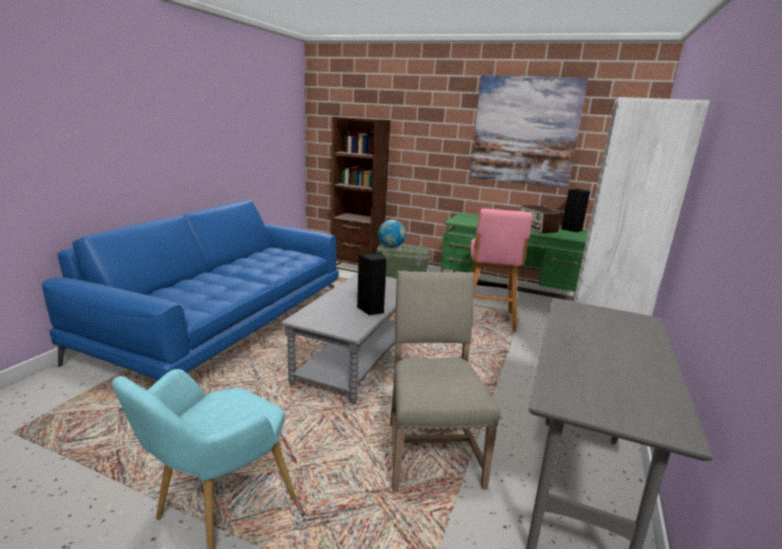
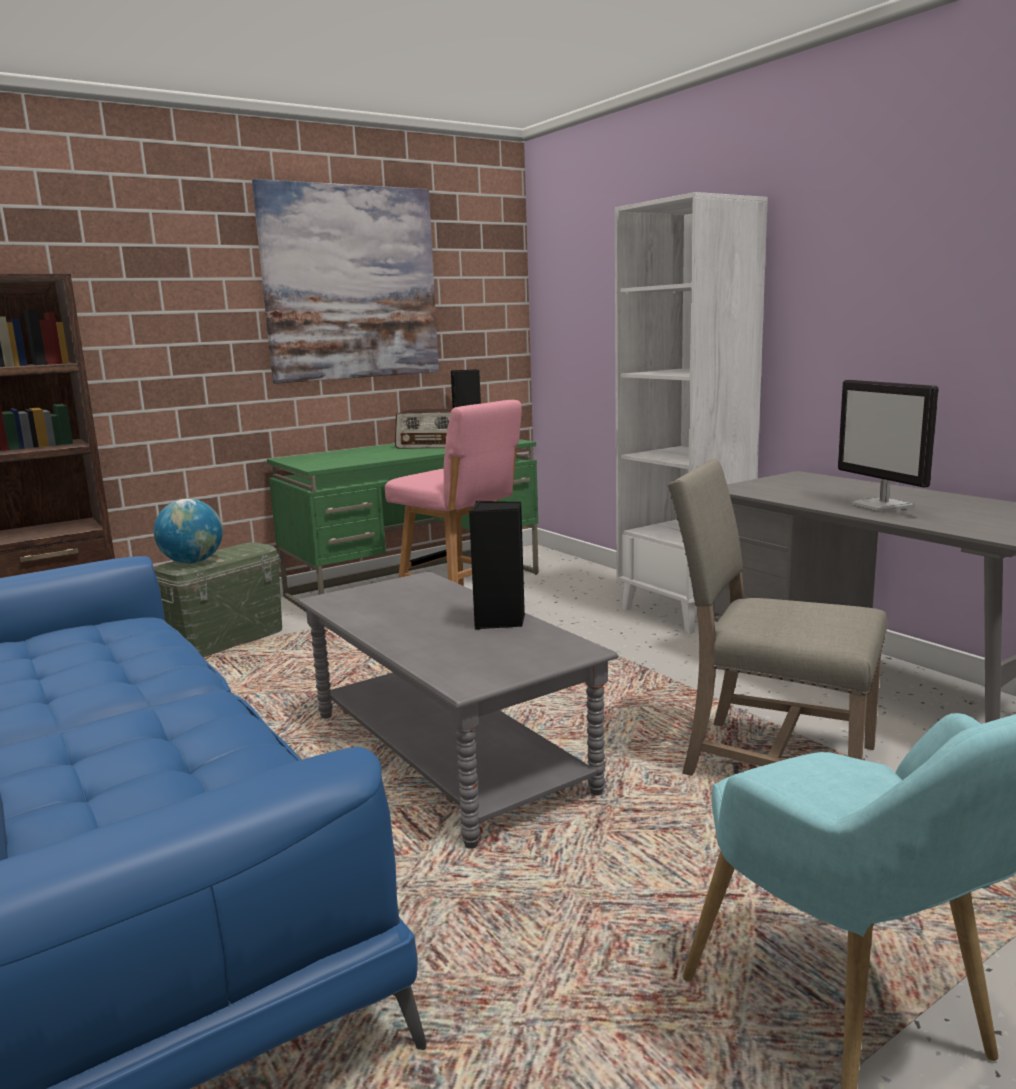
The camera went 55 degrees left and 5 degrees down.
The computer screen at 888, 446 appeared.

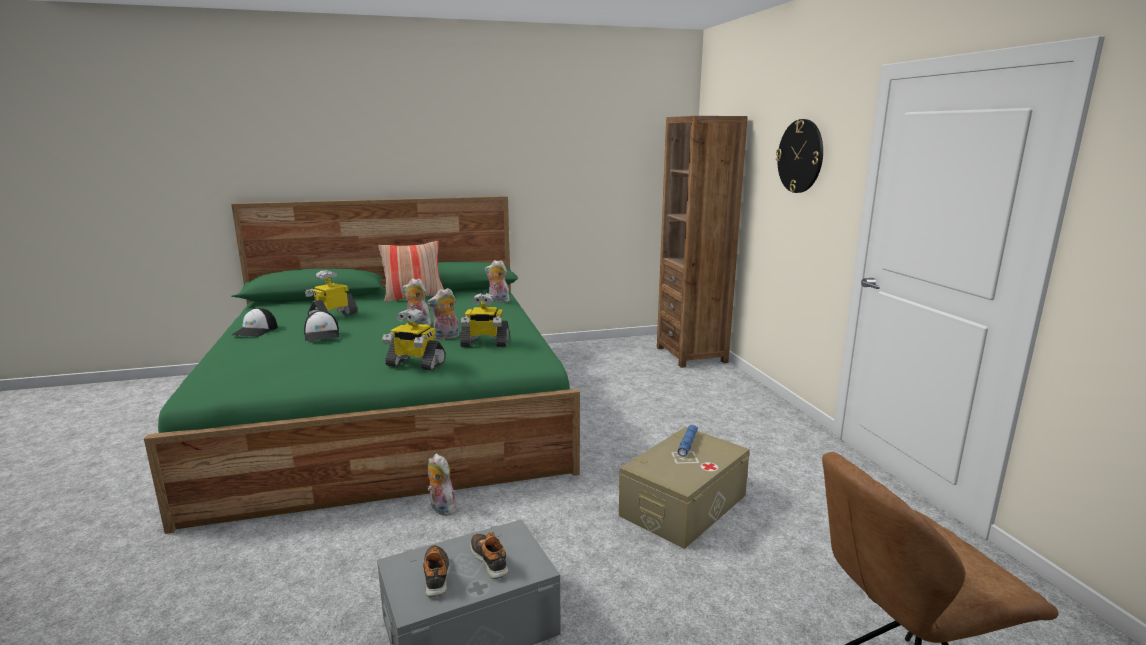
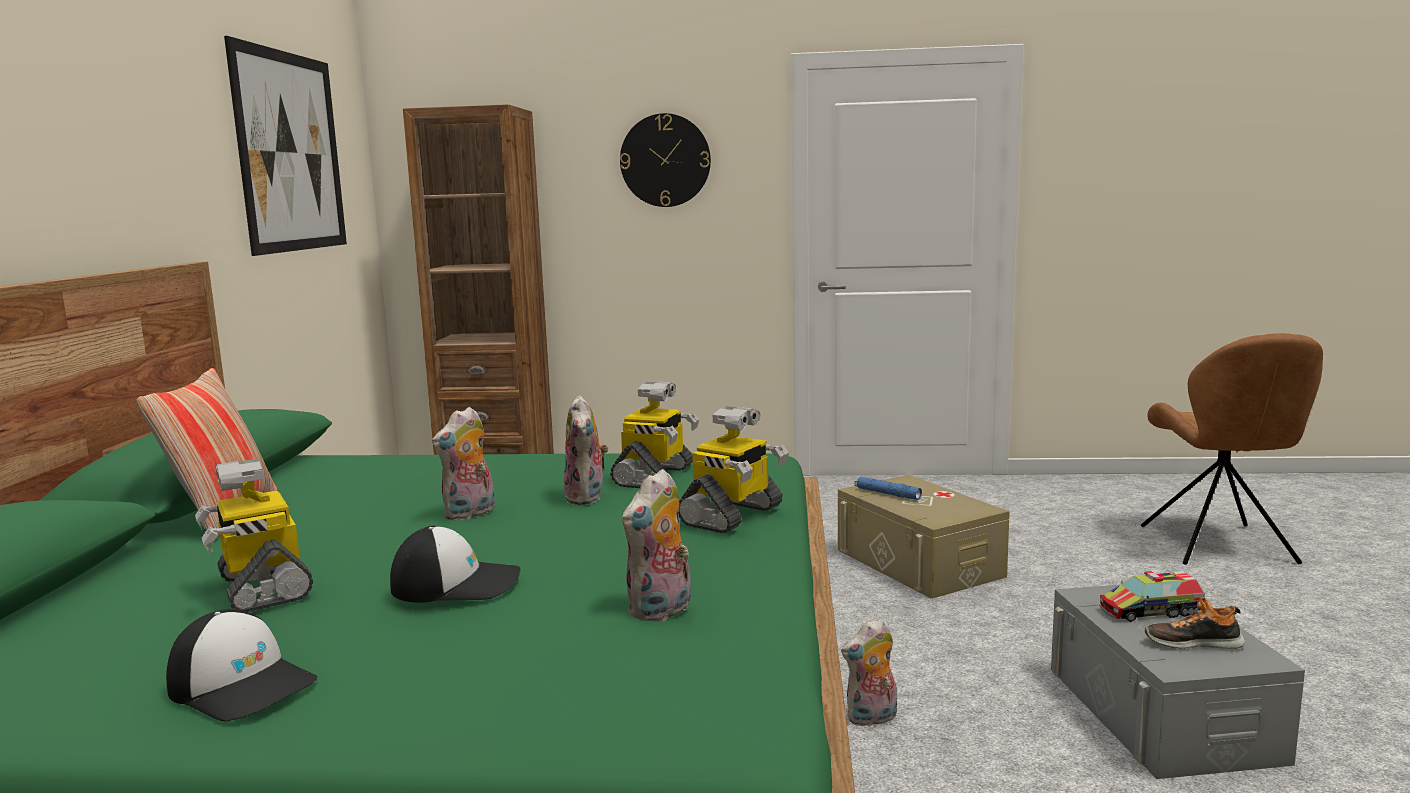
The camera went 70 degrees left and 5 degrees down.
The low shoe at 489, 555 was replaced by the toy lorry at 1152, 596.
The cuddly toy moved from 497, 281 to 656, 545.
The wall art at 285, 146 appeared.

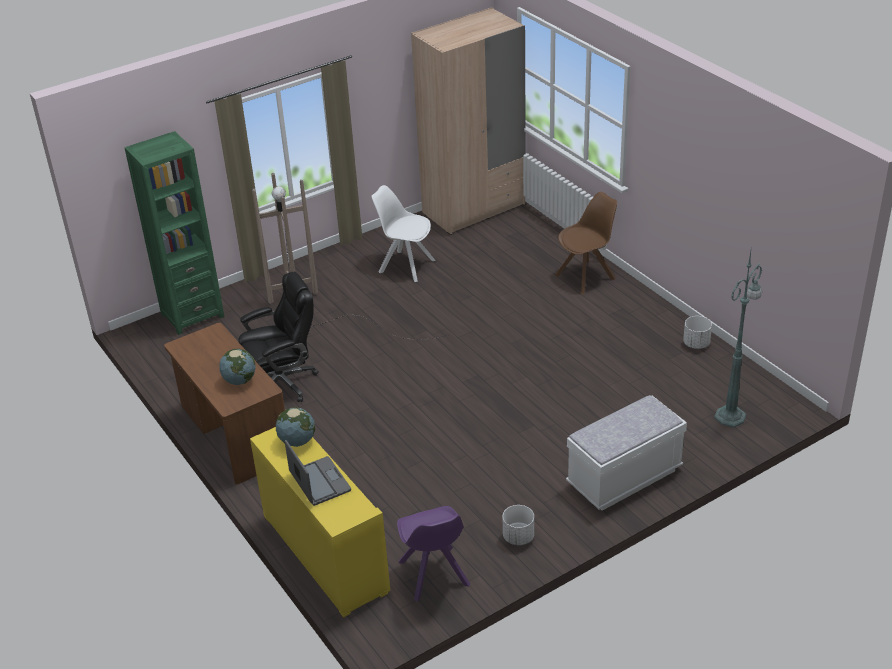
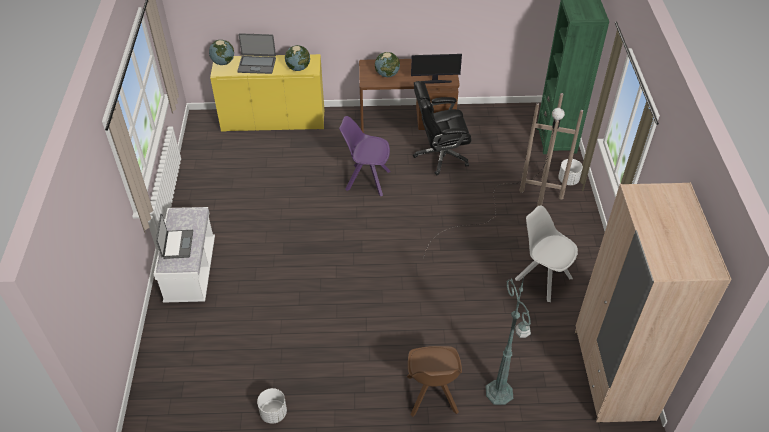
The camera went 120 degrees right and 10 degrees up.
The desk chair/black at 279, 337 turned 75 degrees clockwise.
The upright chair/white at 403, 233 turned 105 degrees counterclockwise.
The upright chair/purple-coloured moved from 433, 554 to 365, 156.
The flower pot/white moved from 518, 525 to 570, 172.
The standing lamp/green moved from 738, 339 to 508, 341.
The notebook computer at 174, 236 appeared.
The world globe at 221, 52 appeared.
The computer screen at 436, 68 appeared.

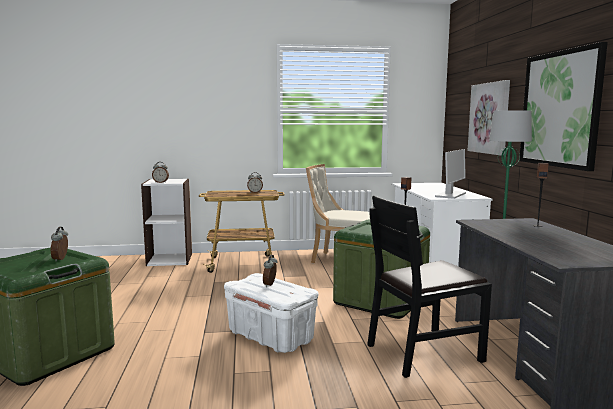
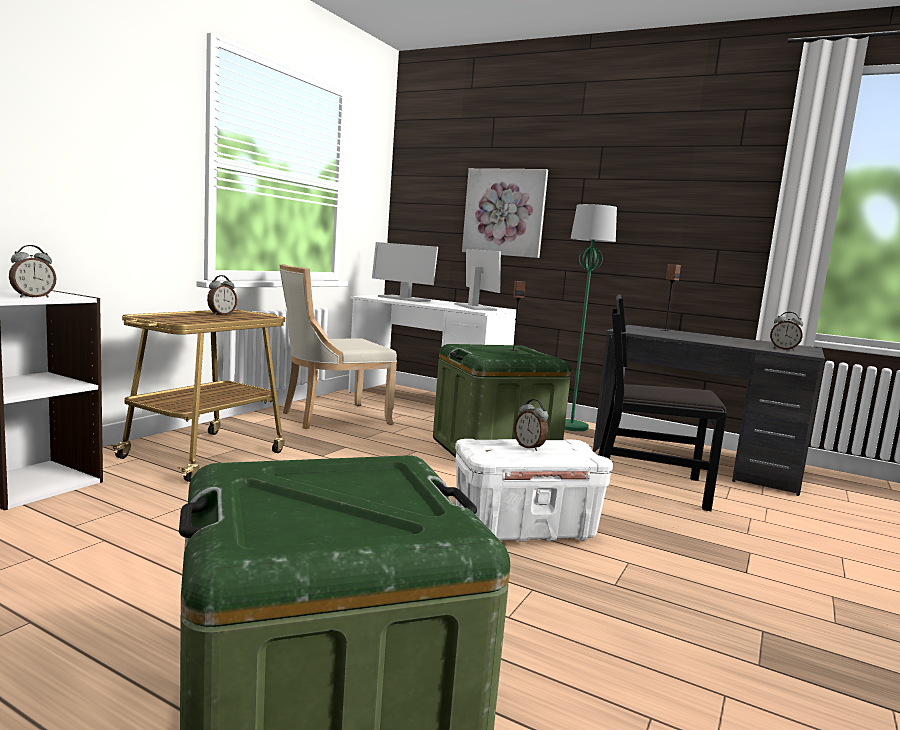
The camera went 55 degrees left and 0 degrees up.
The table clock moved from 59, 244 to 786, 331.
The upright chair/black at 429, 287 turned 90 degrees clockwise.
The wall art at 563, 106 disappeared.
The computer screen at 405, 272 appeared.

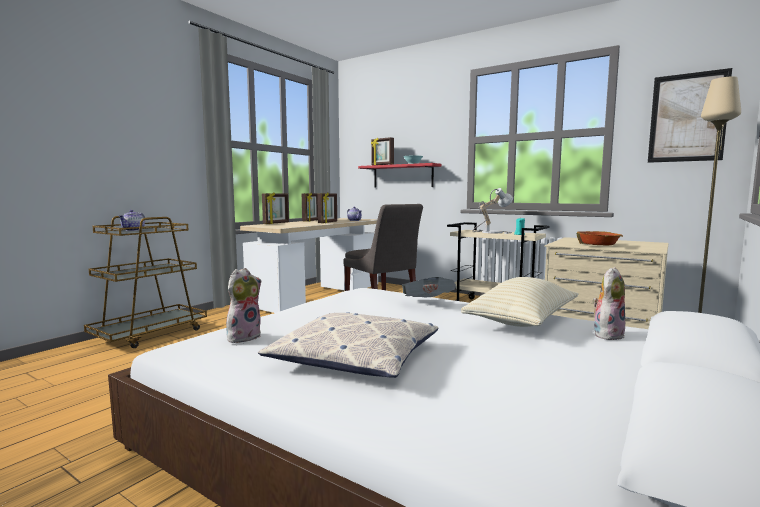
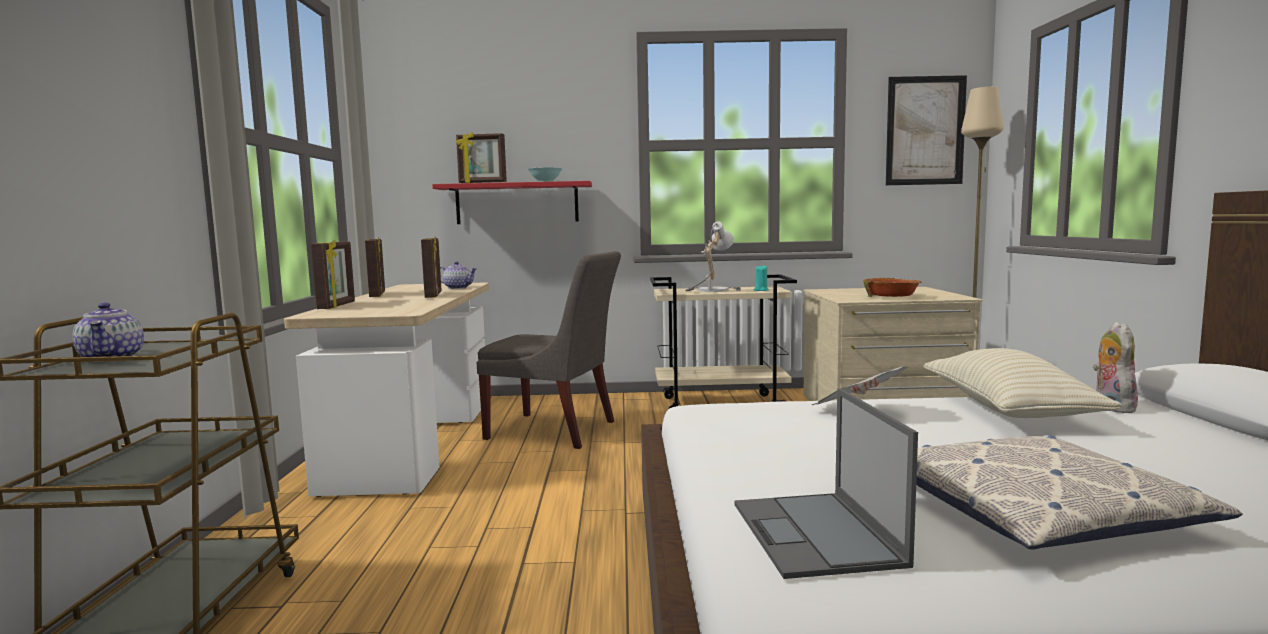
The camera went 35 degrees left and 0 degrees up.
The cuddly toy at 243, 305 was replaced by the notebook computer at 826, 483.

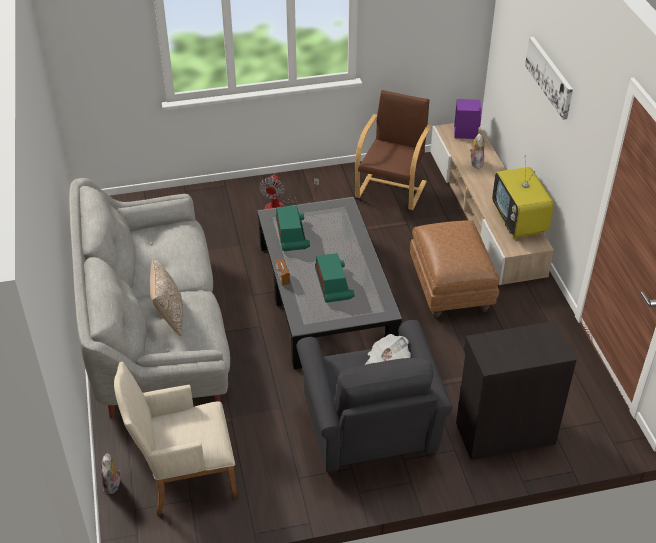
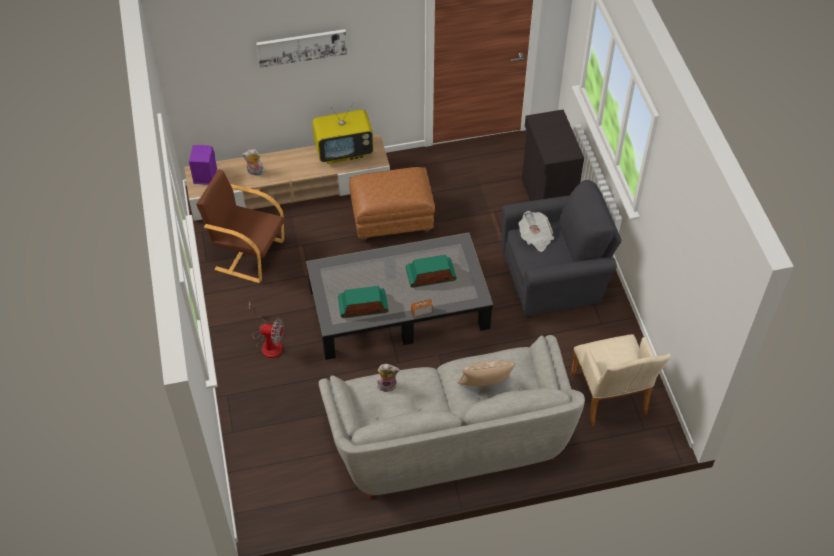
The camera went 90 degrees left and 10 degrees up.
The cuddly toy moved from 111, 473 to 388, 378.

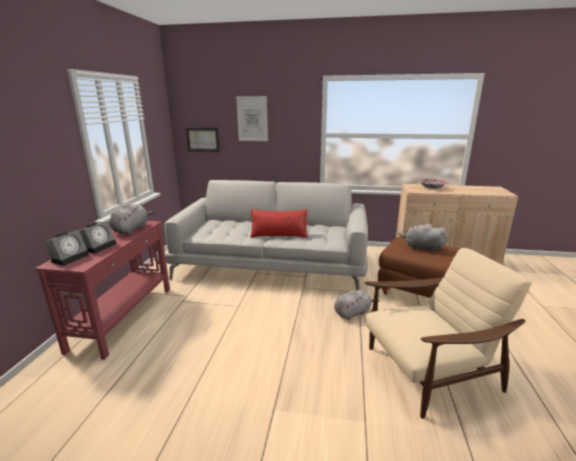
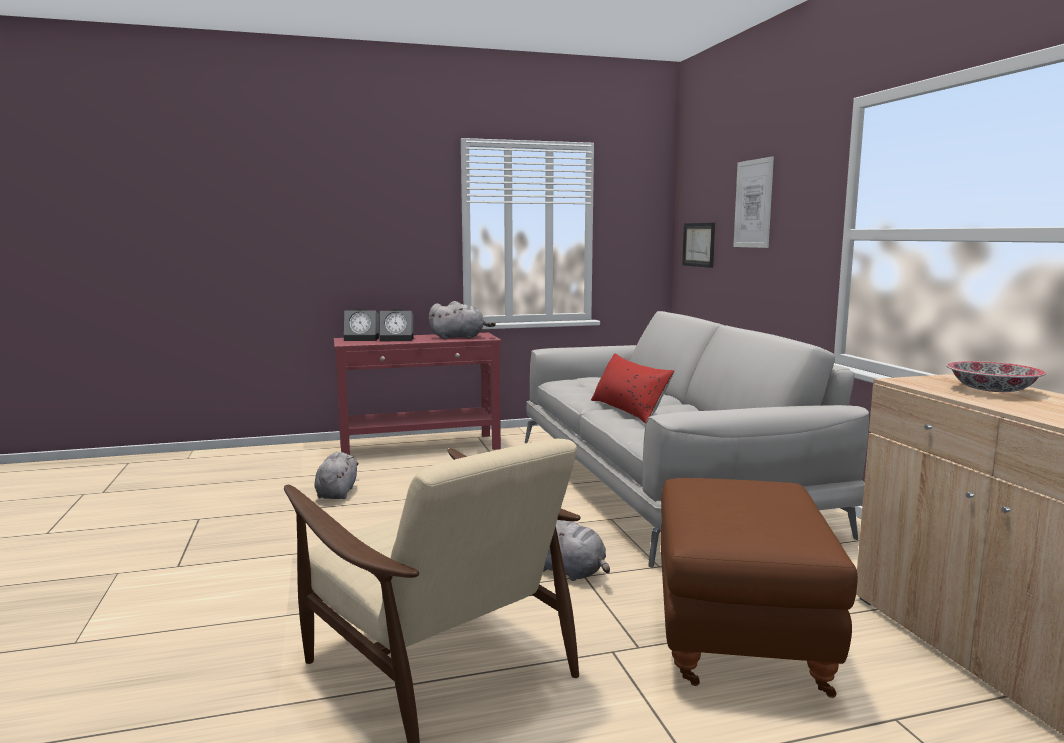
The camera went 65 degrees right and 10 degrees down.
The cuddly toy/grey moved from 423, 238 to 336, 475.

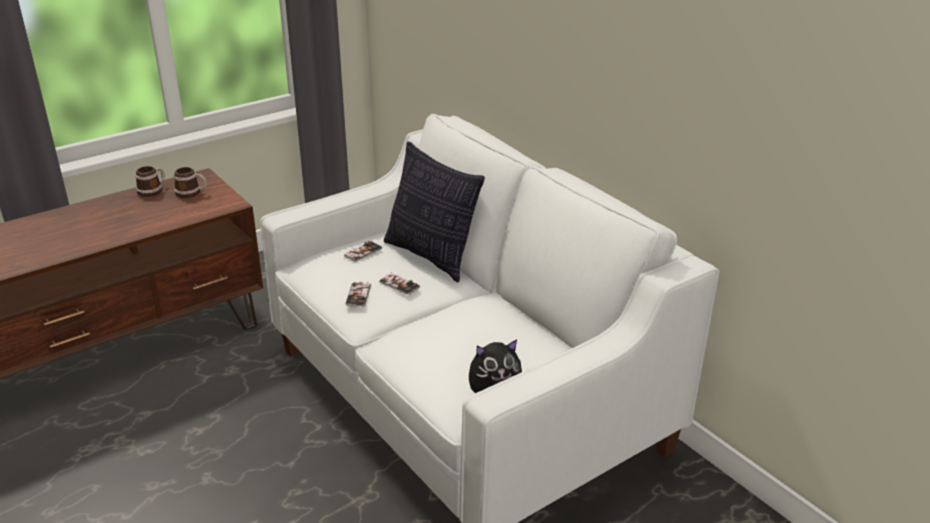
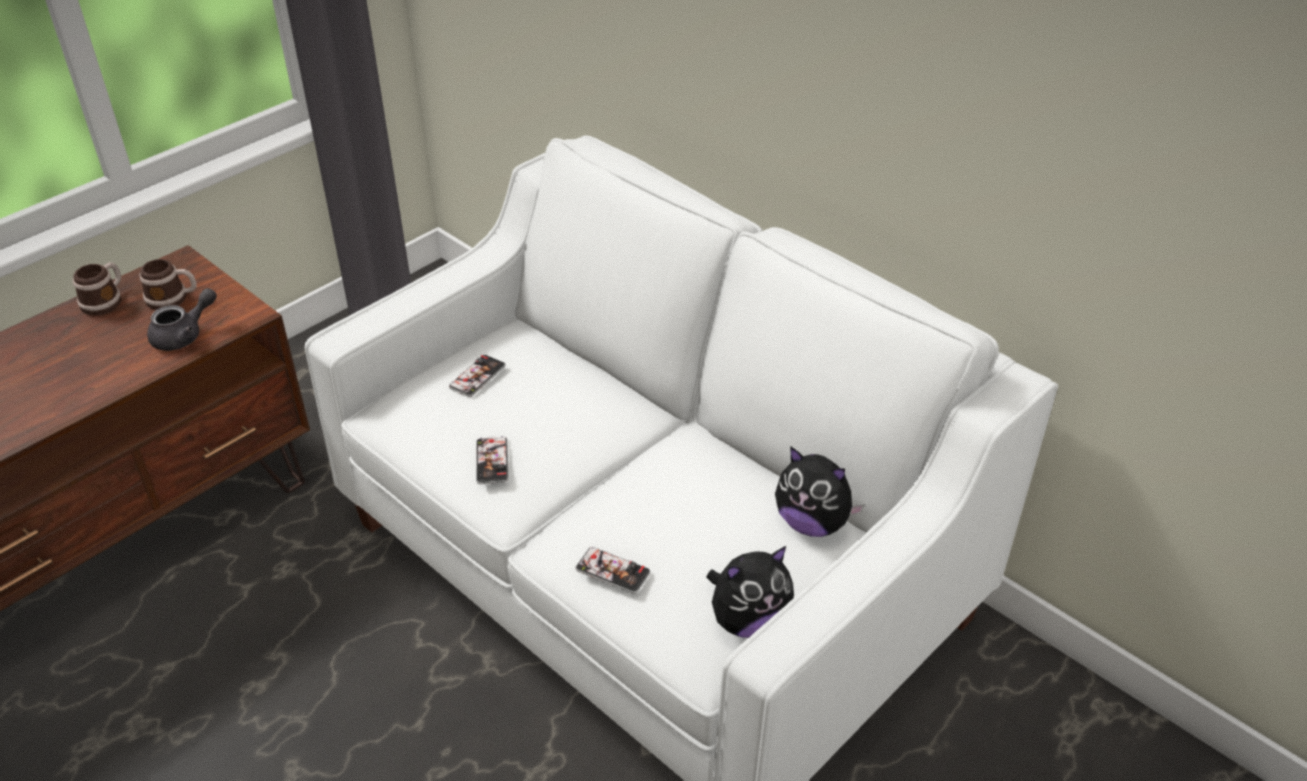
The camera went 10 degrees left and 10 degrees up.
The phone moved from 399, 283 to 613, 570.
The throw pillow at 434, 211 disappeared.
The tea pot/grey at 182, 319 appeared.
The cuddly toy at 820, 491 appeared.

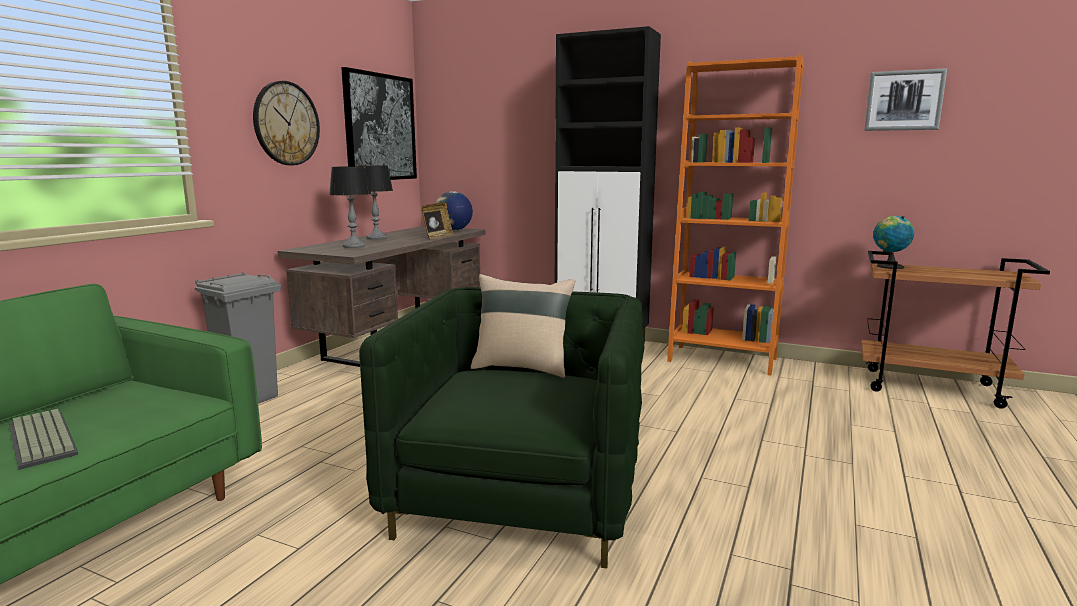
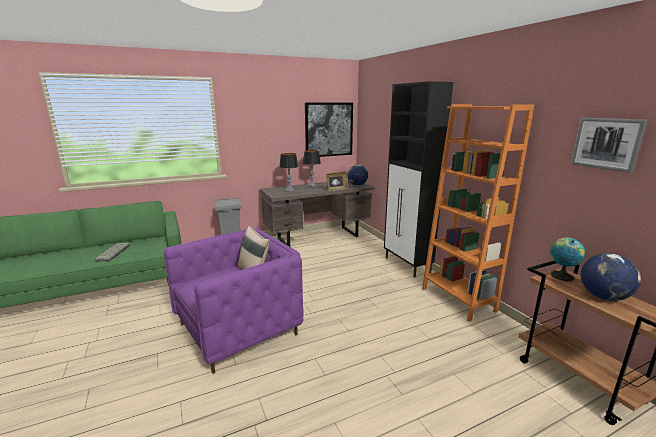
The camera went 40 degrees right and 5 degrees up.
The hanging clock at 286, 123 disappeared.
The armchair/green at 502, 427 became the armchair/purple-coloured at 233, 301.
The world globe at 611, 277 appeared.

